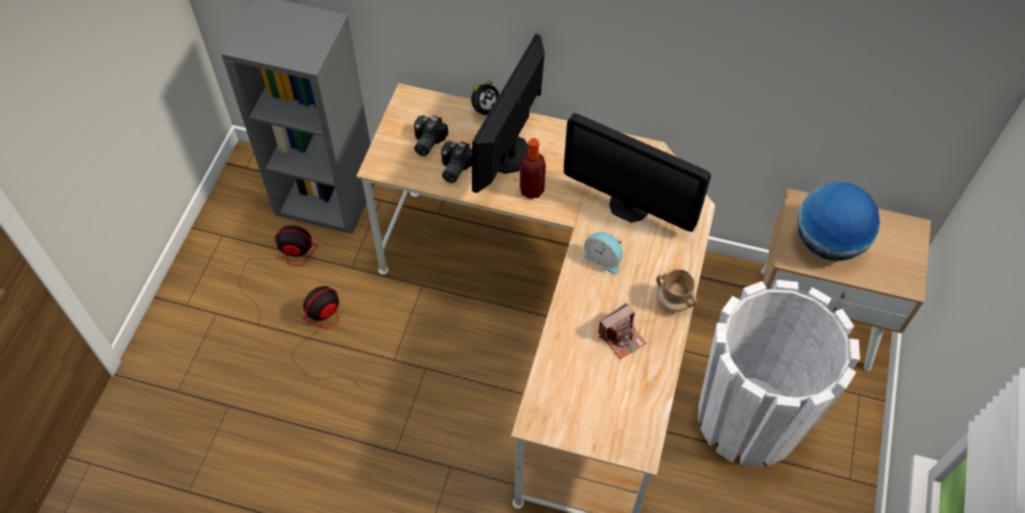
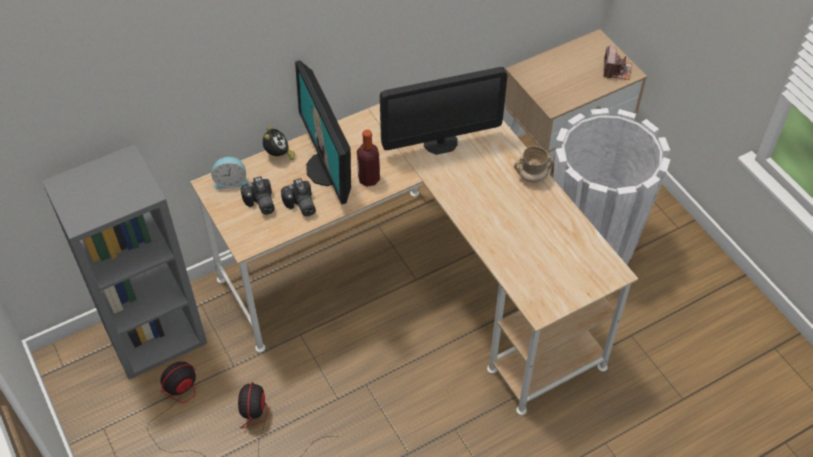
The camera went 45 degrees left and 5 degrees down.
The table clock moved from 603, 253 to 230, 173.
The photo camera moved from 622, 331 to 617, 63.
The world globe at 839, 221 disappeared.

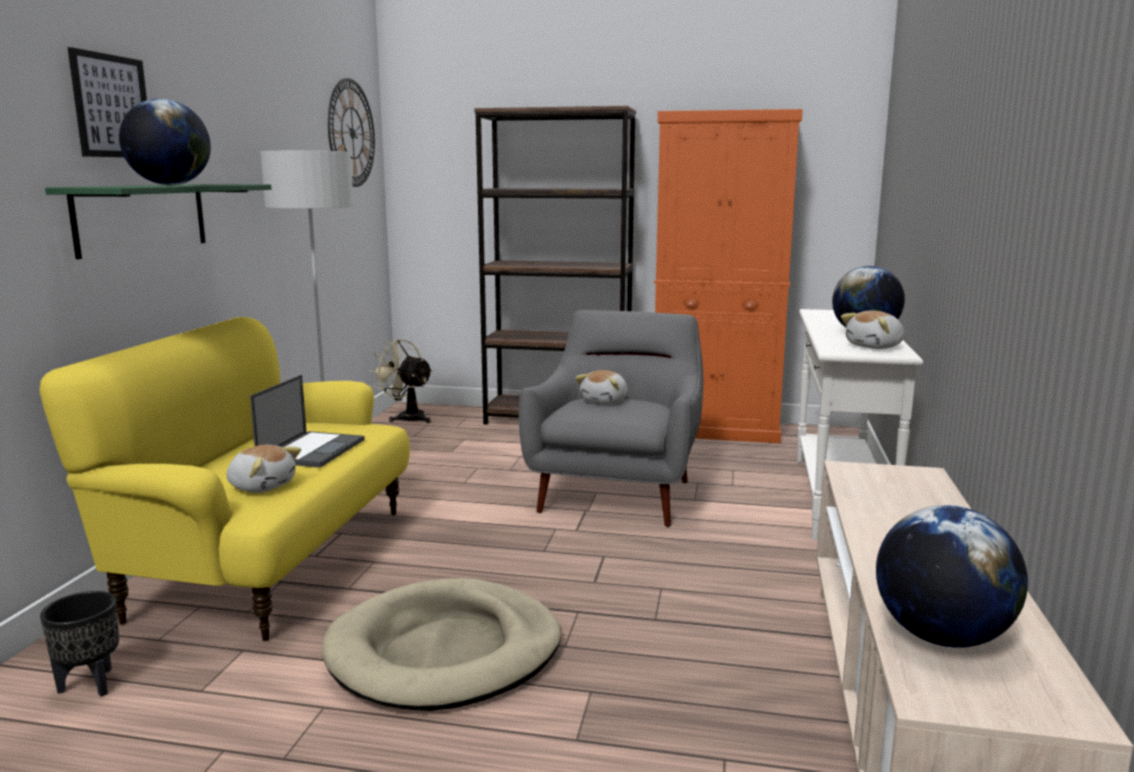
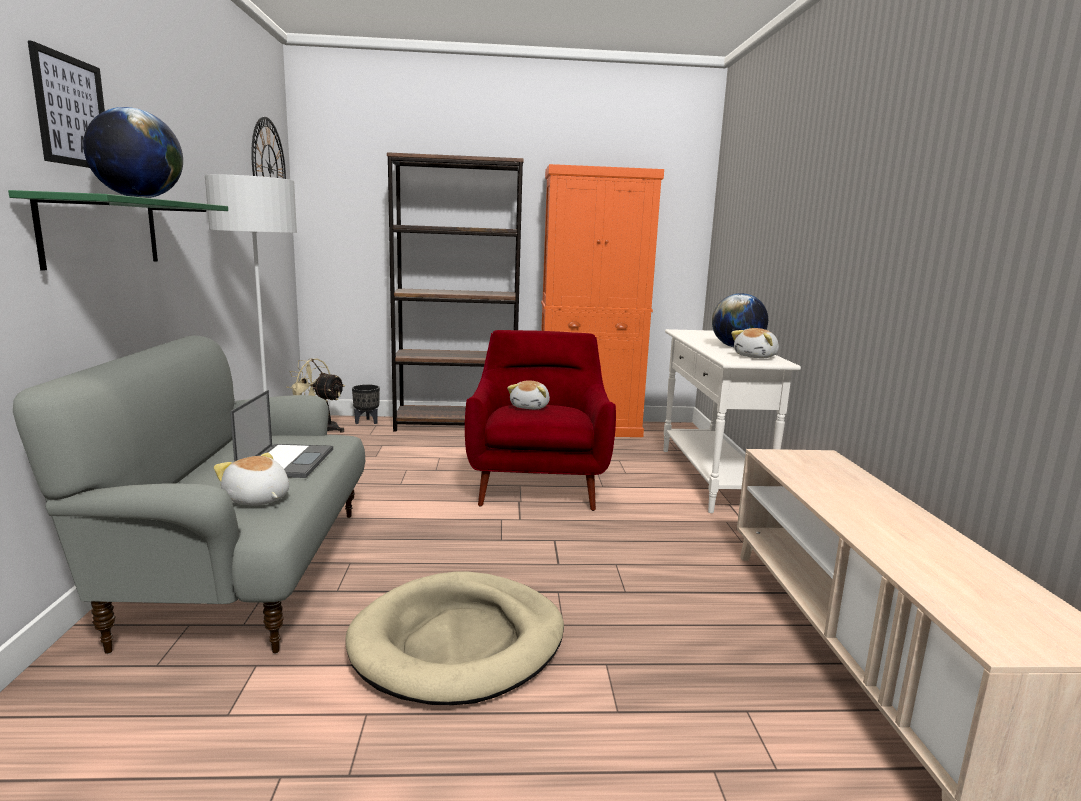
The camera went 15 degrees left and 0 degrees up.
The sofa/yellow-coloured at 224, 479 became the sofa/grey at 189, 495.
The flower pot/black moved from 79, 644 to 366, 404.
The cuddly toy at 263, 469 turned 150 degrees counterclockwise.
The armchair/grey at 611, 418 became the armchair/red-coloured at 540, 420.
The world globe at 952, 576 disappeared.

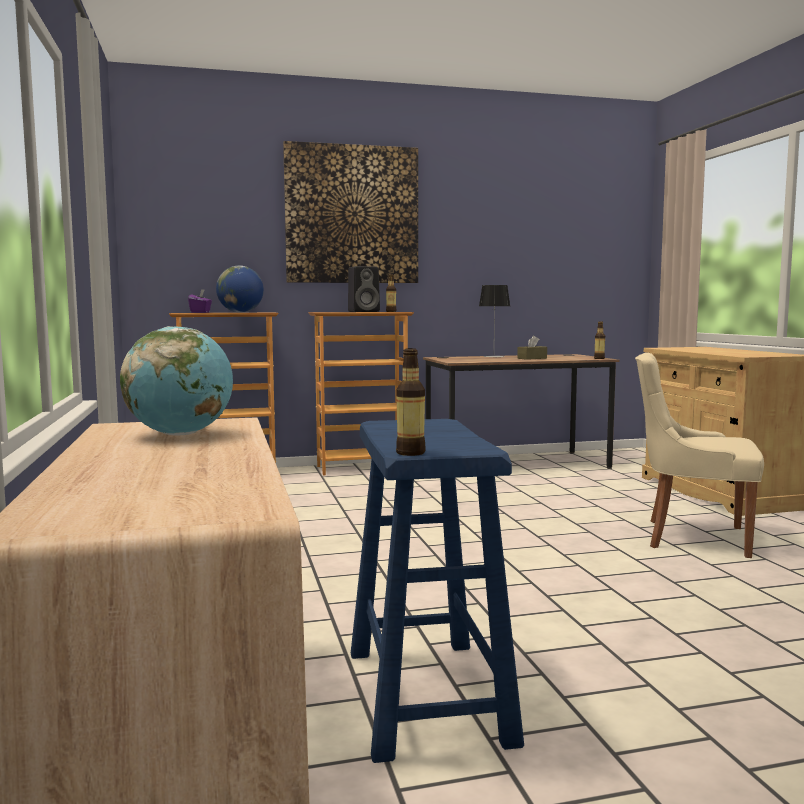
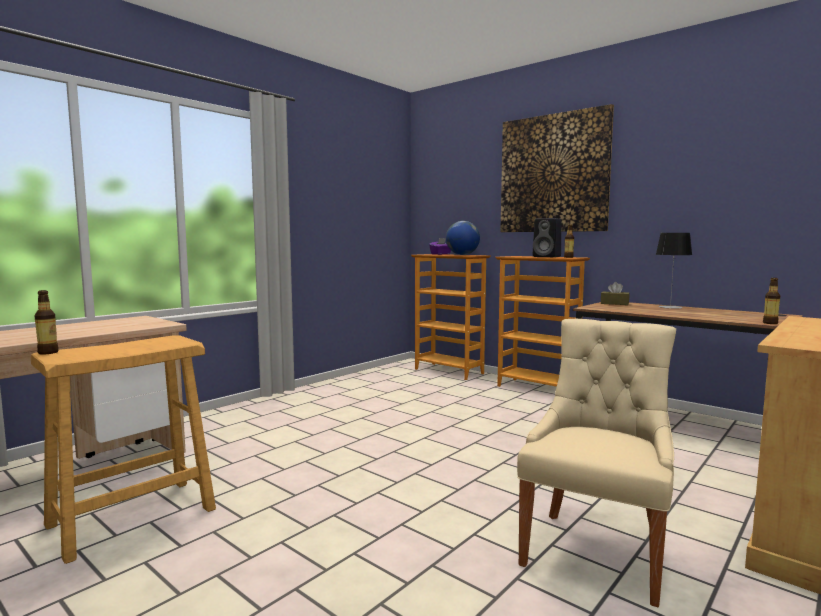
The camera went 55 degrees right and 0 degrees up.
The world globe at 176, 381 disappeared.
The stool/blue-coloured at 437, 591 became the stool/sand-coloured at 123, 449.
The tissue box/brownish moved from 532, 347 to 615, 293.
The upright chair/sand-coloured at 699, 455 turned 45 degrees clockwise.

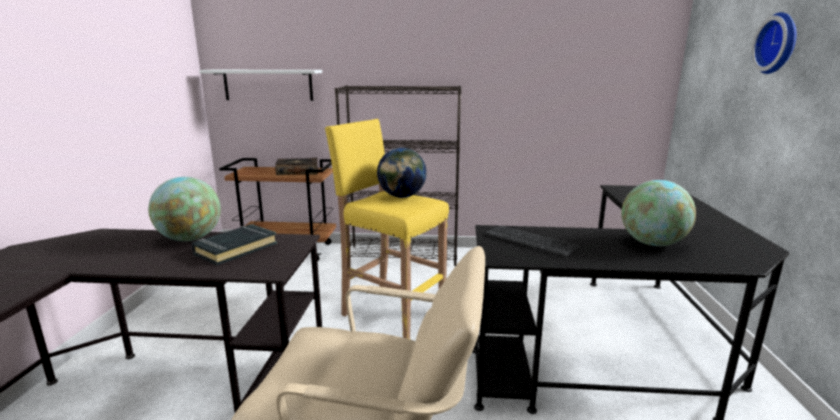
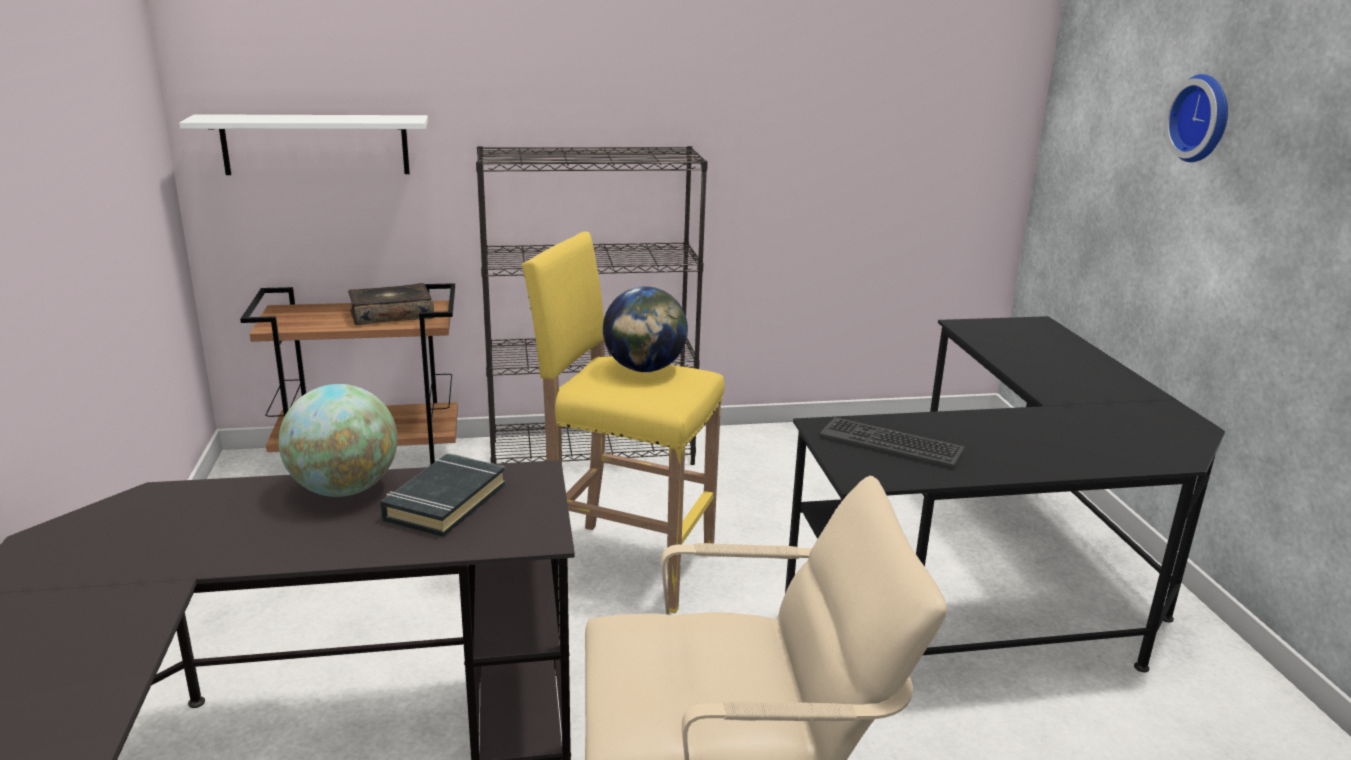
The camera went 15 degrees left and 5 degrees up.
The world globe at 659, 213 disappeared.

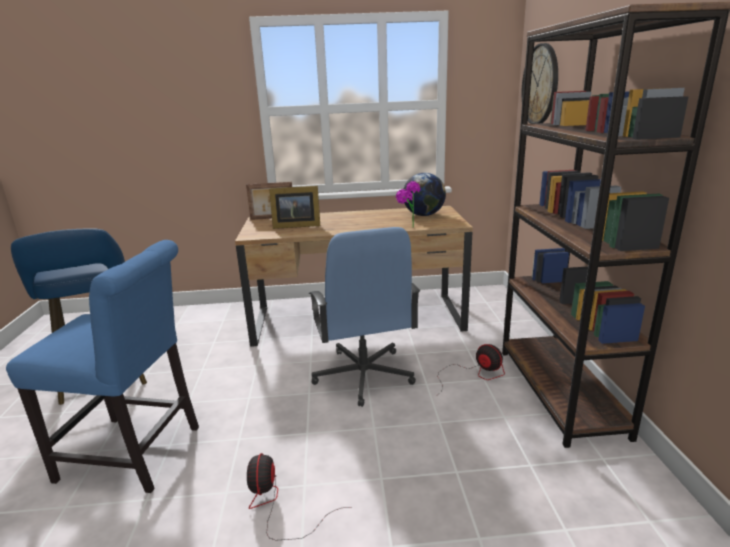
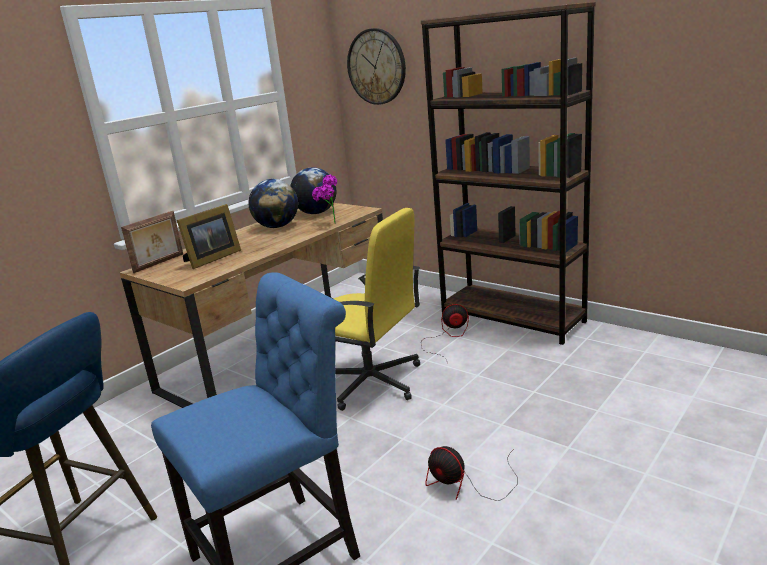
The camera went 45 degrees left and 0 degrees up.
The desk chair/blue-coloured at 364, 317 became the desk chair/yellow-coloured at 377, 309.
The world globe at 273, 203 appeared.

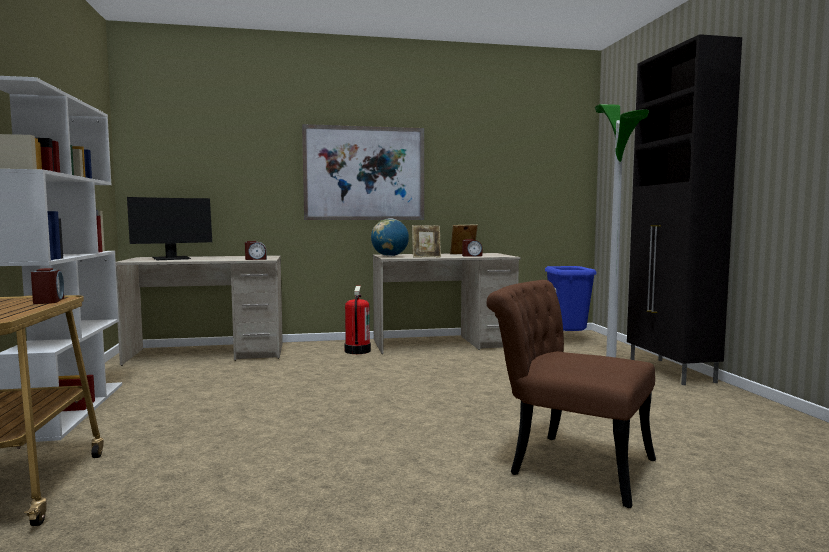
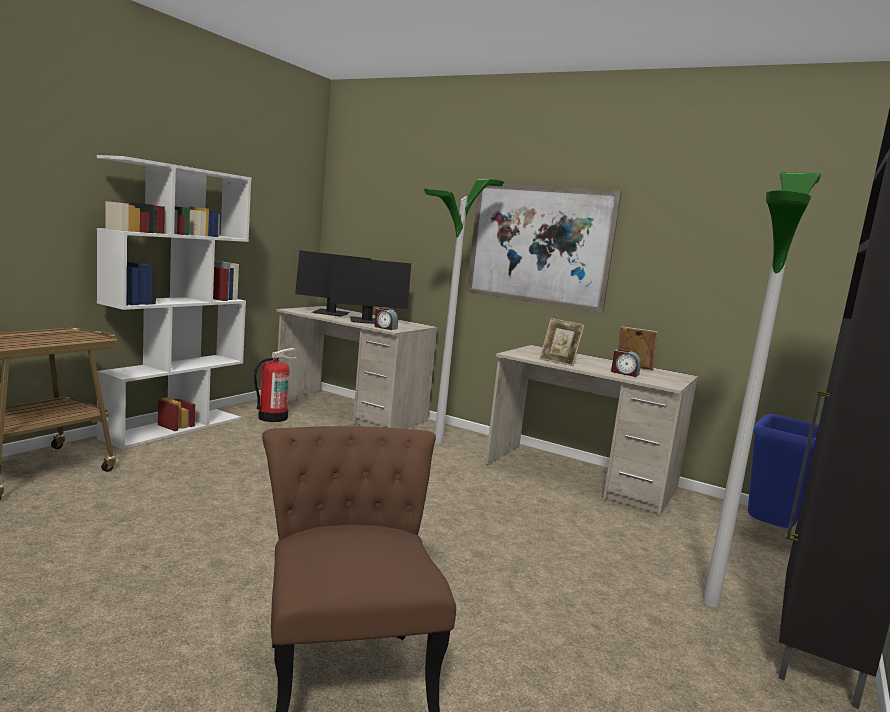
The camera went 40 degrees right and 5 degrees up.
The table clock at 47, 286 disappeared.
The fire extinguisher moved from 358, 320 to 275, 385.
The world globe at 390, 237 disappeared.
The computer screen at 370, 290 appeared.
The standing lamp at 464, 311 appeared.

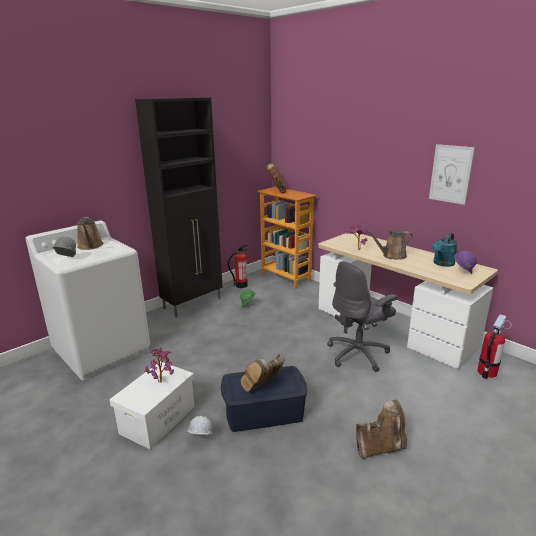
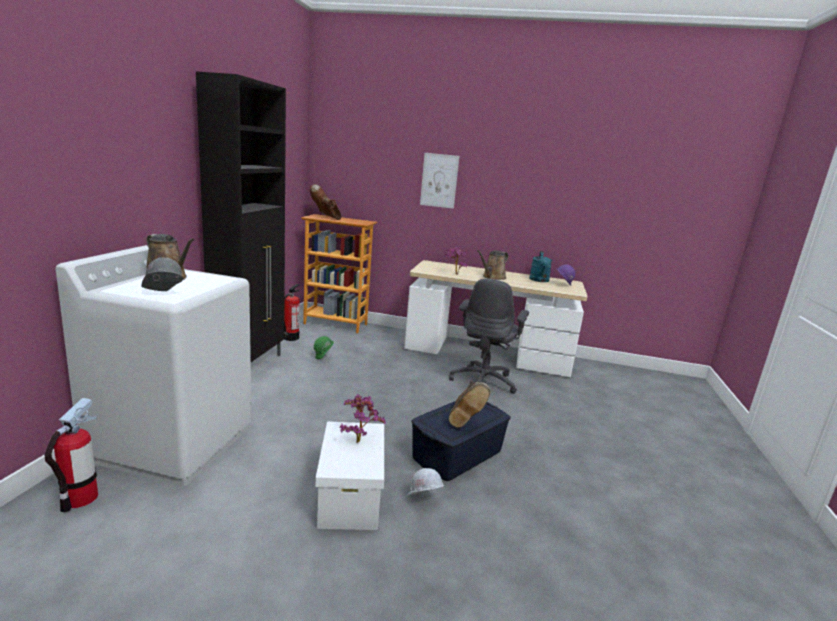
The camera went 35 degrees left and 5 degrees down.
The tall boot/brownish at 381, 429 disappeared.
The wall art moved from 452, 174 to 439, 181.
The fire extinguisher moved from 495, 346 to 71, 455.

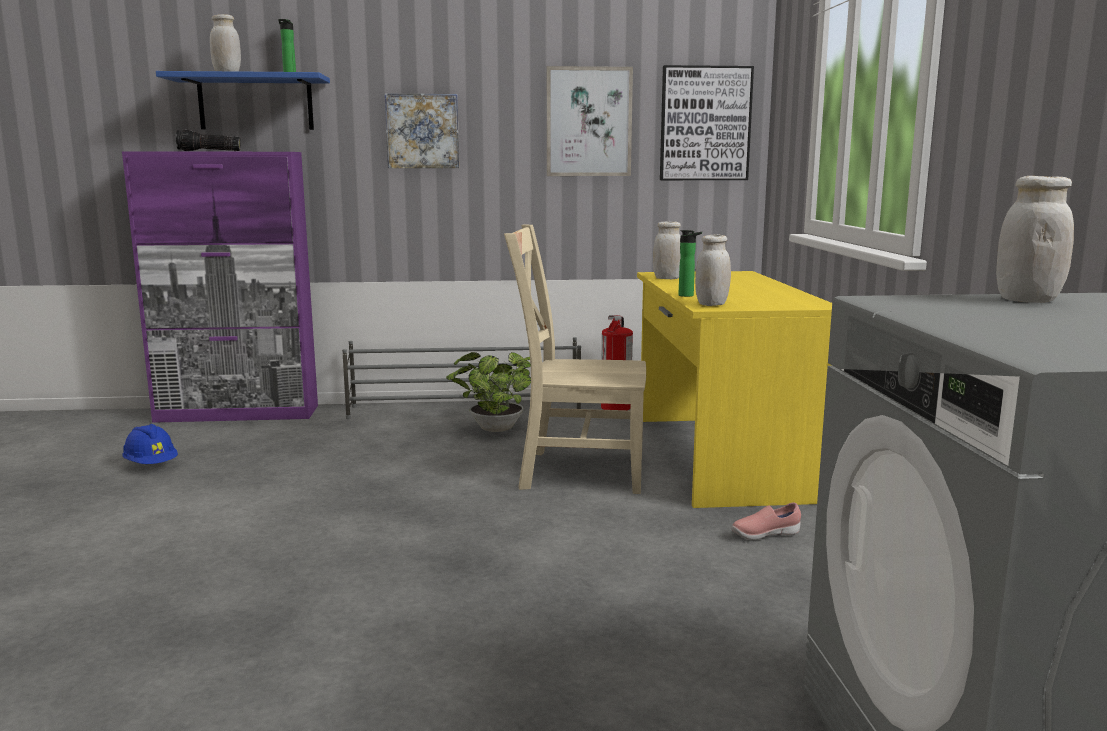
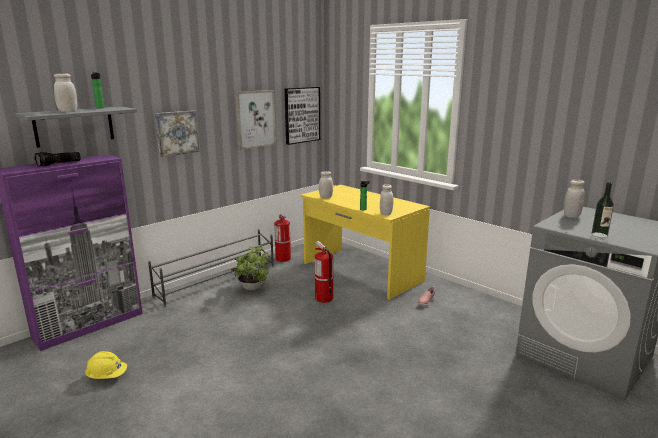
The camera went 40 degrees left and 5 degrees up.
The hard hat/blue-coloured at 150, 444 became the hard hat/yellow-coloured at 106, 365.
The bracket shelf/blue-coloured at 243, 100 became the bracket shelf/grey at 76, 127.
The upright chair/sand-coloured at 575, 359 was replaced by the fire extinguisher at 324, 272.
The bottle at 602, 210 appeared.

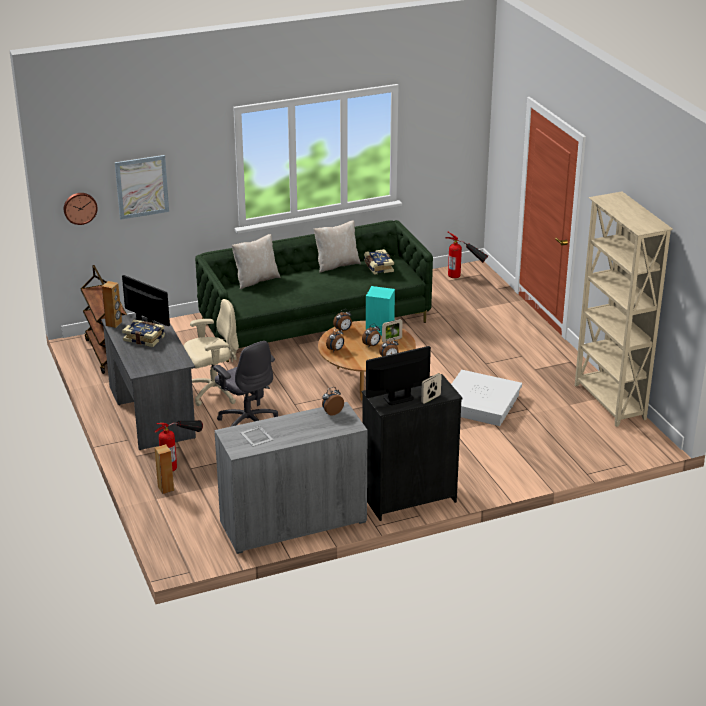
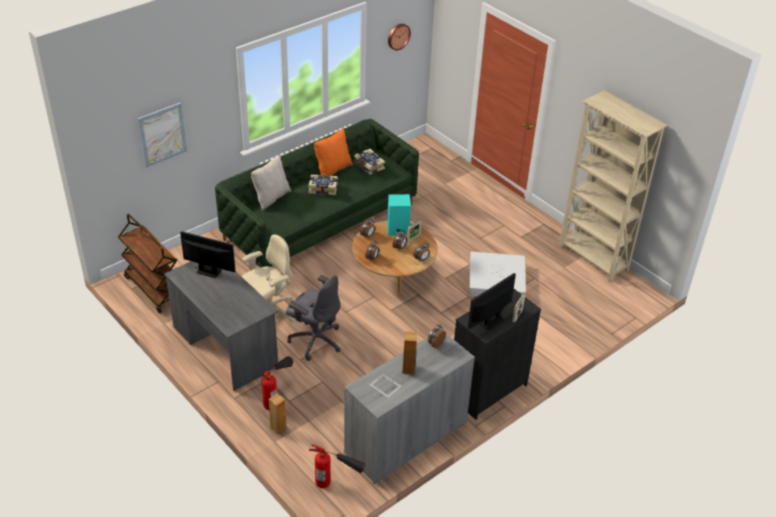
The camera went 20 degrees left and 10 degrees up.
The hanging clock moved from 81, 209 to 399, 37.
The speaker/brownish moved from 112, 304 to 409, 352.
The book moved from 143, 333 to 323, 185.
The throw pillow/sand-coloured at 337, 246 became the throw pillow/orange-coloured at 333, 152.
The fire extinguisher moved from 467, 255 to 337, 466.

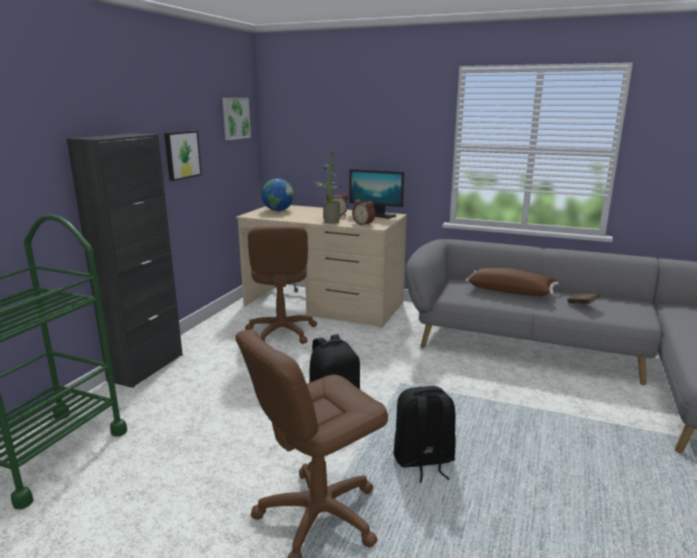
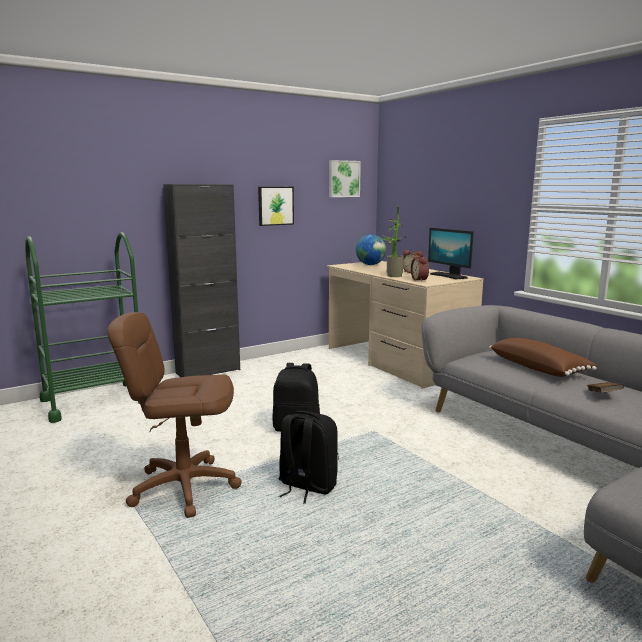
The camera went 35 degrees right and 5 degrees down.
The desk chair/brownish at 281, 284 disappeared.

